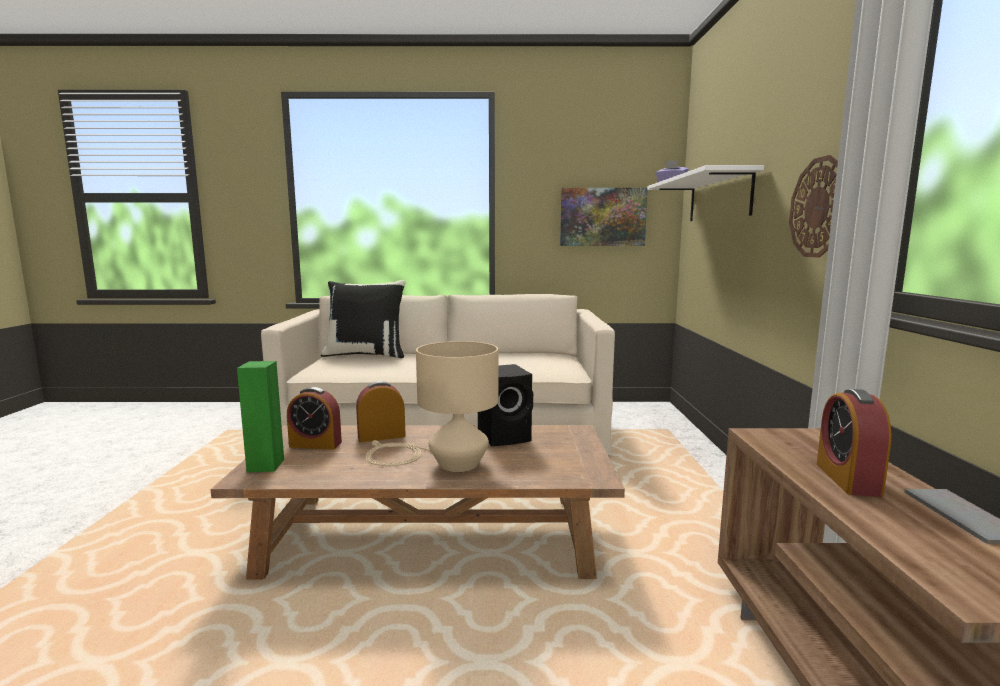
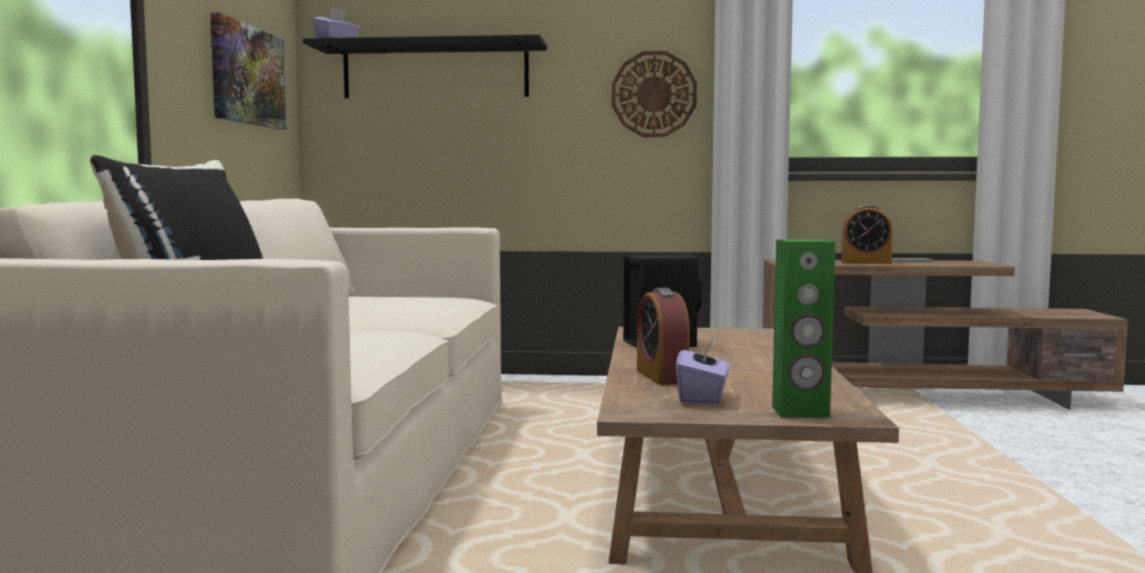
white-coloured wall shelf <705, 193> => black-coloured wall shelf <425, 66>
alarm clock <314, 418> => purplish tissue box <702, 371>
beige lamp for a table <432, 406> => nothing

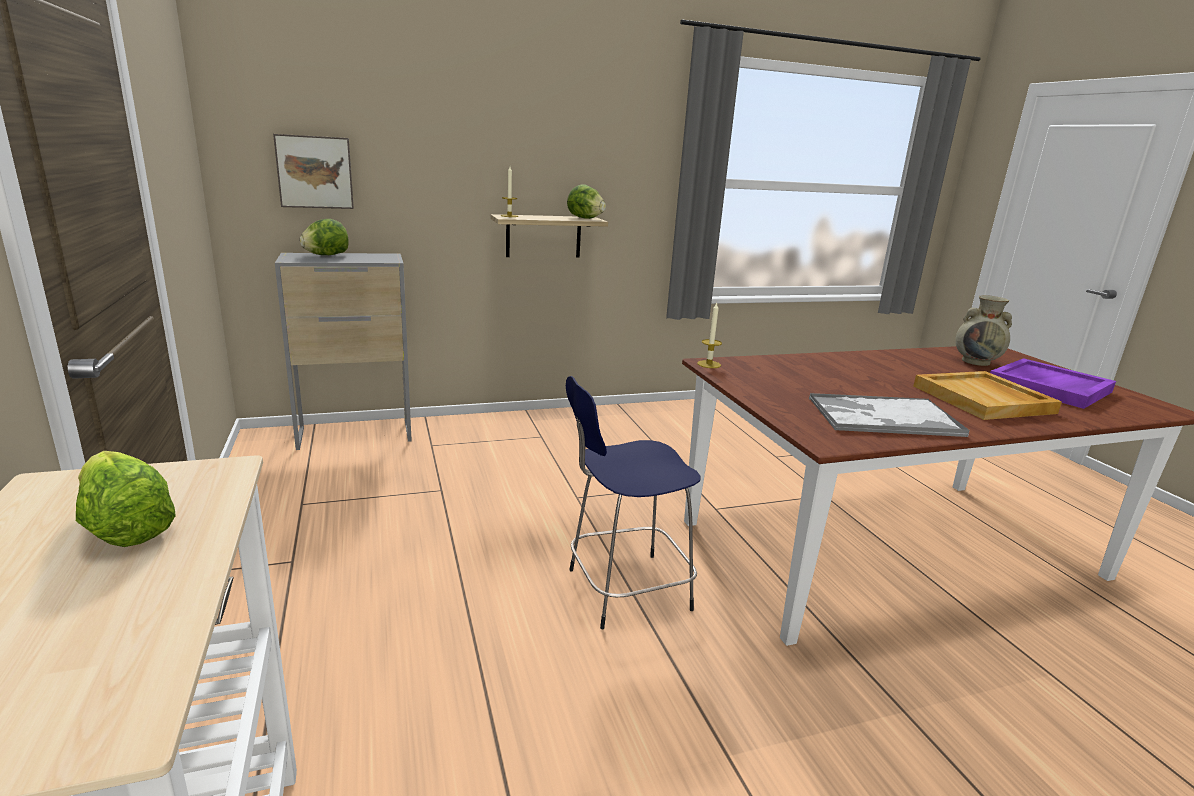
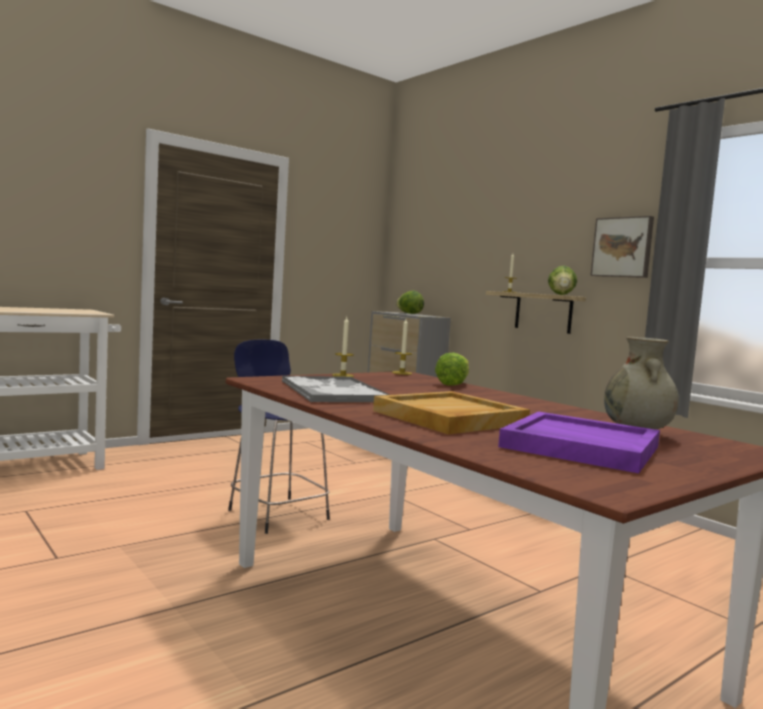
nothing => candle <343, 347>
head of lettuce <126, 499> => head of lettuce <452, 369>, relocated
picture <313, 171> => picture <622, 247>, relocated

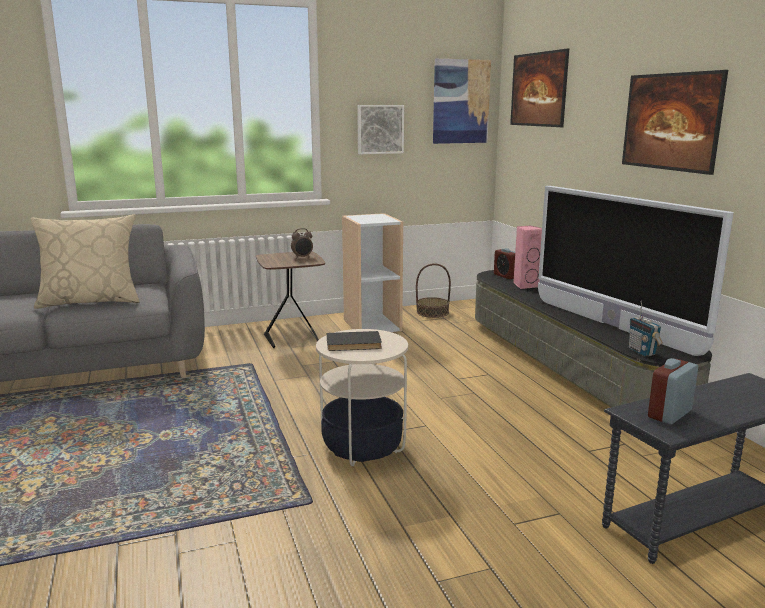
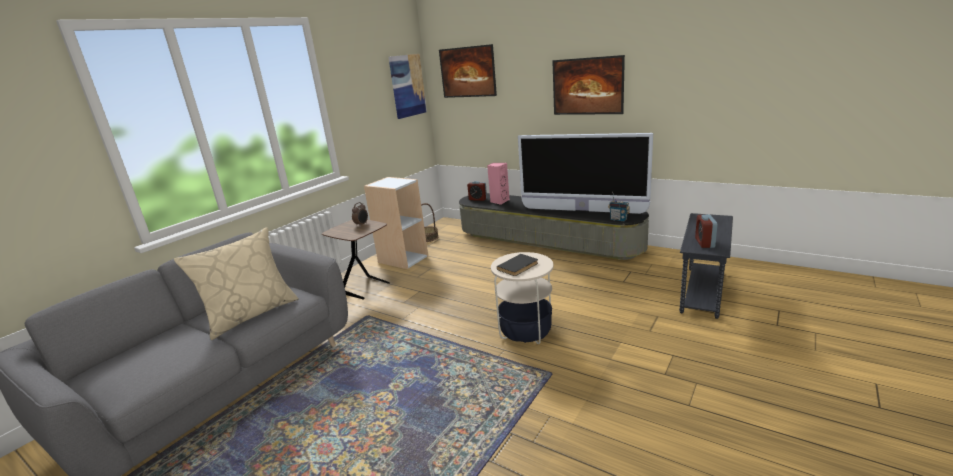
picture <380, 129> => nothing

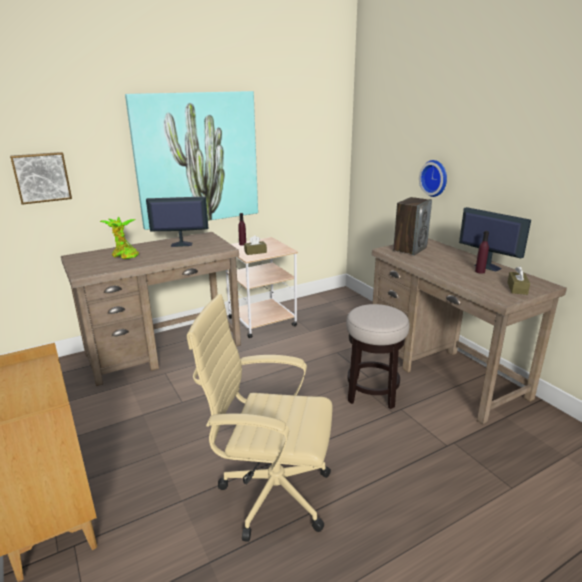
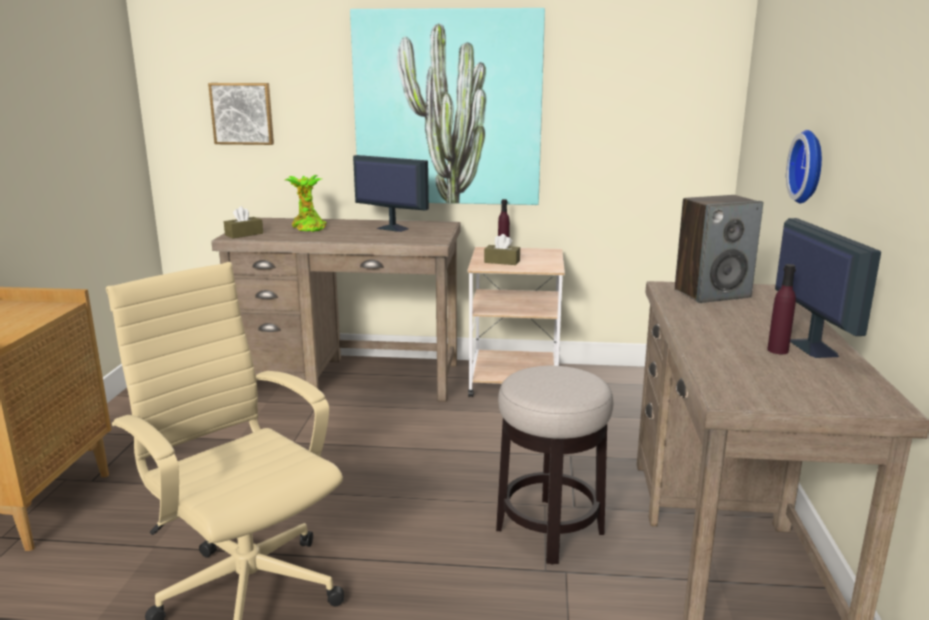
brownish tissue box <518, 280> => brownish tissue box <243, 222>, relocated

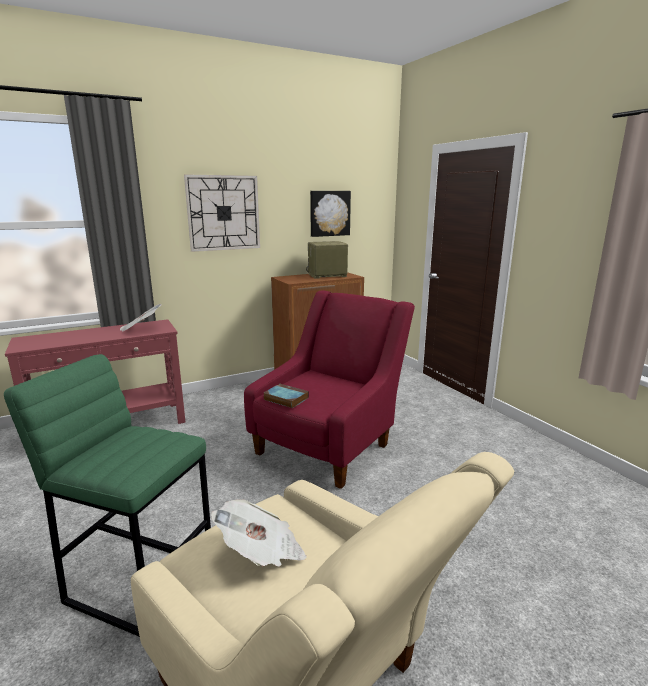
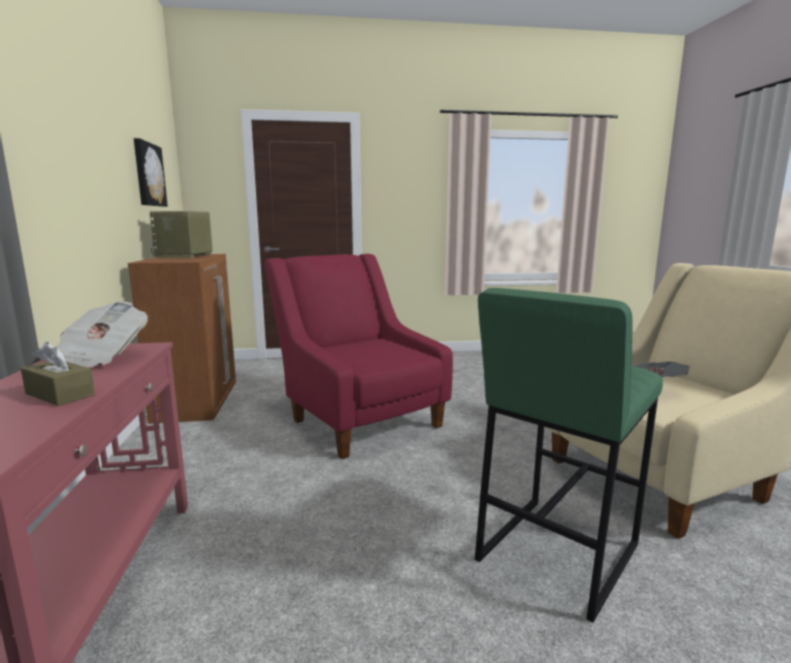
nothing => brownish tissue box <58, 374>
wall clock <222, 213> => nothing
book <286, 396> => nothing

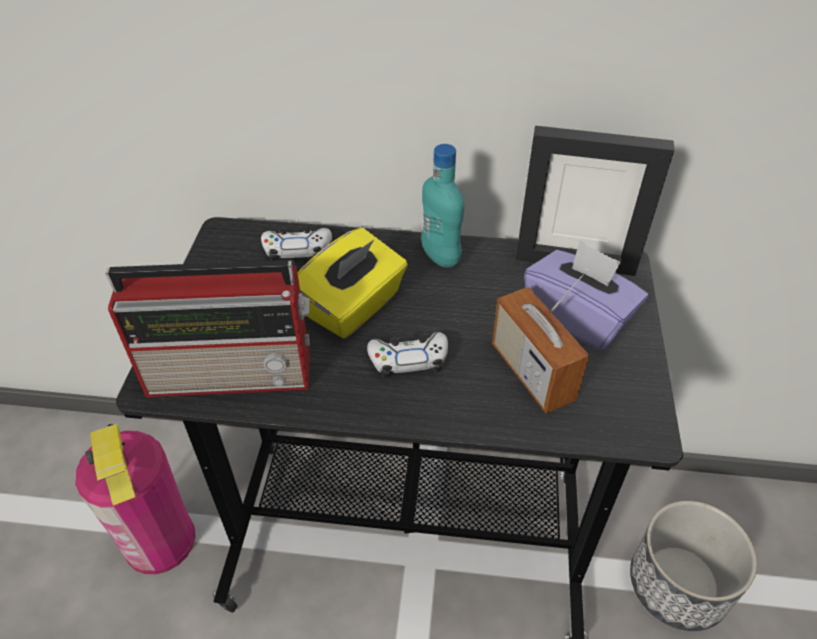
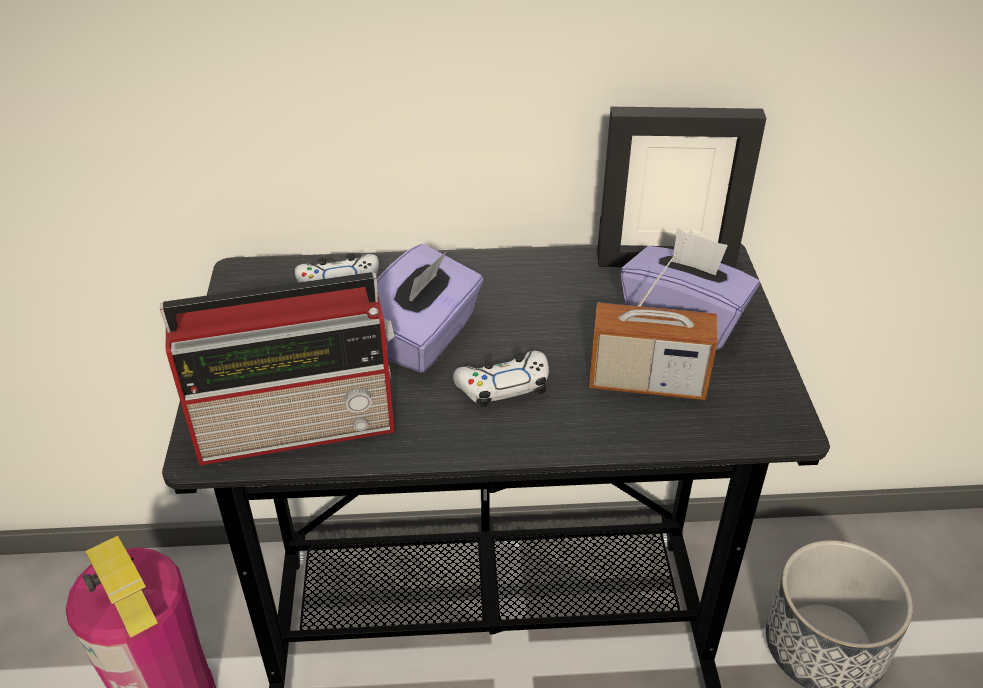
yellow tissue box <353, 283> => purplish tissue box <430, 308>
radio set <540, 341> => radio set <653, 315>, 45 degrees counterclockwise
turquoise-coloured drink bottle <442, 206> => nothing

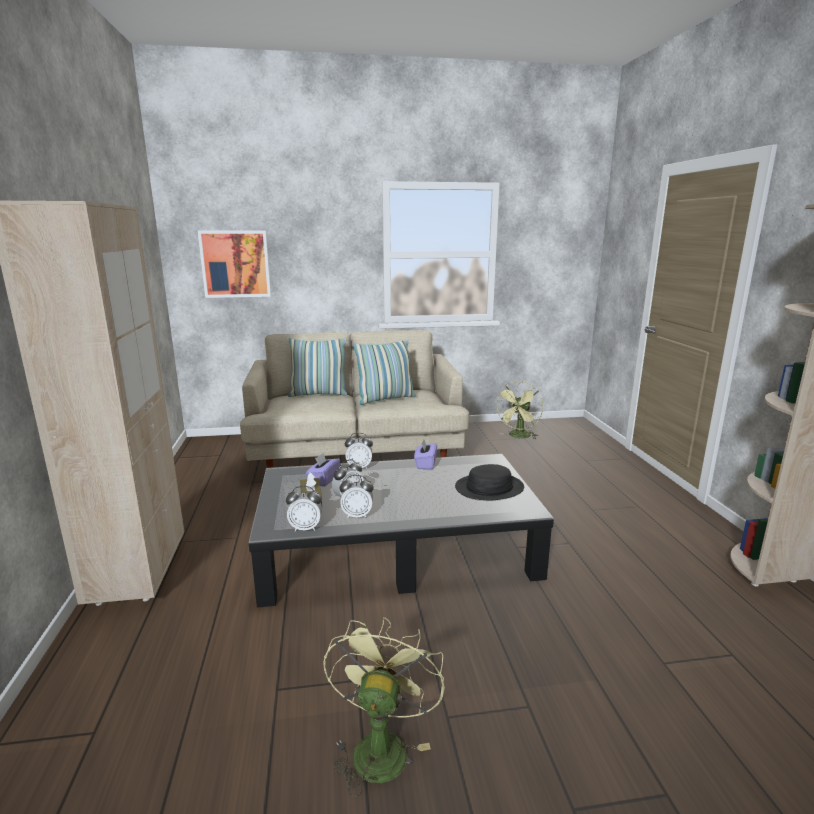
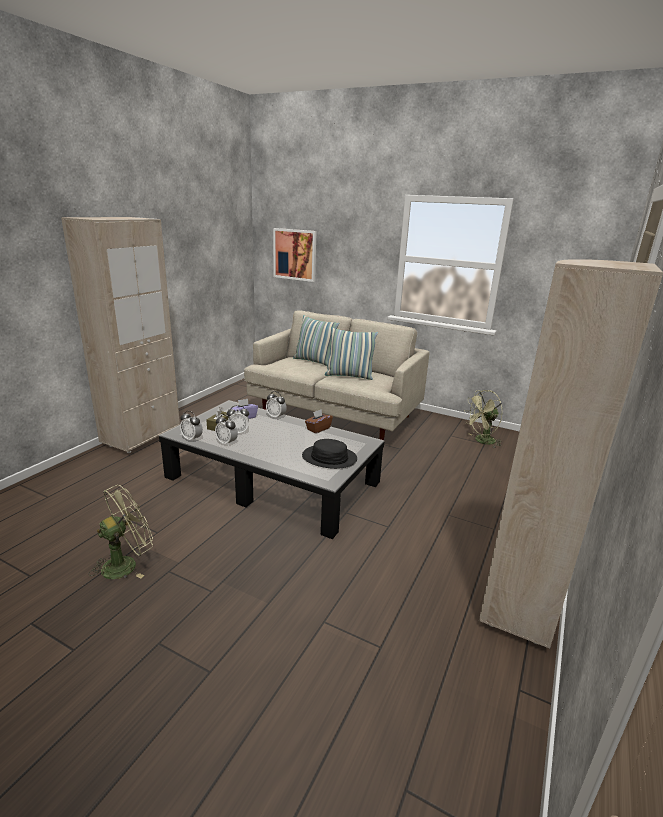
purplish tissue box <425, 455> => brownish tissue box <319, 421>

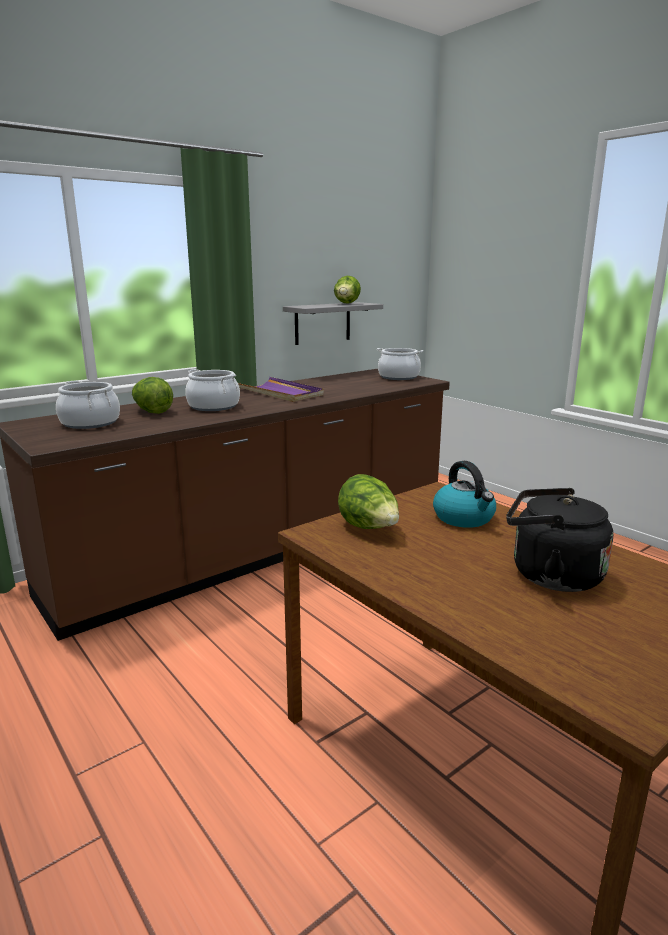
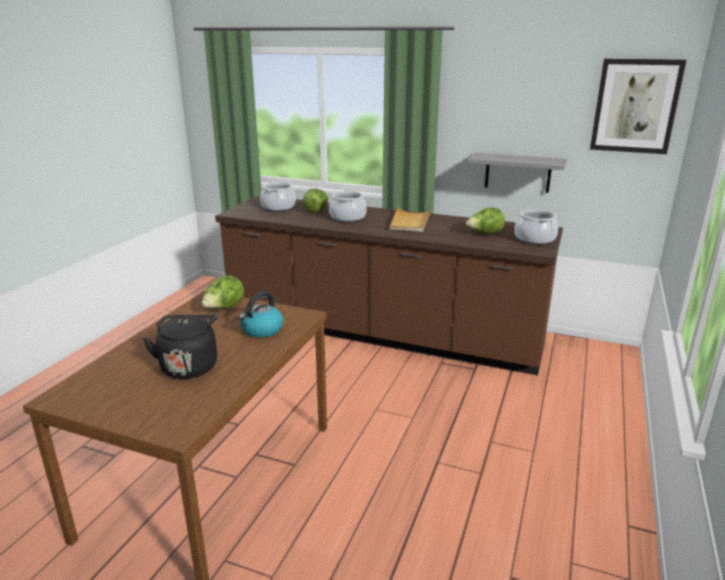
purplish carrying tray <281, 389> => beige carrying tray <411, 220>
head of lettuce <347, 290> => head of lettuce <485, 221>, relocated
nothing => picture <638, 106>

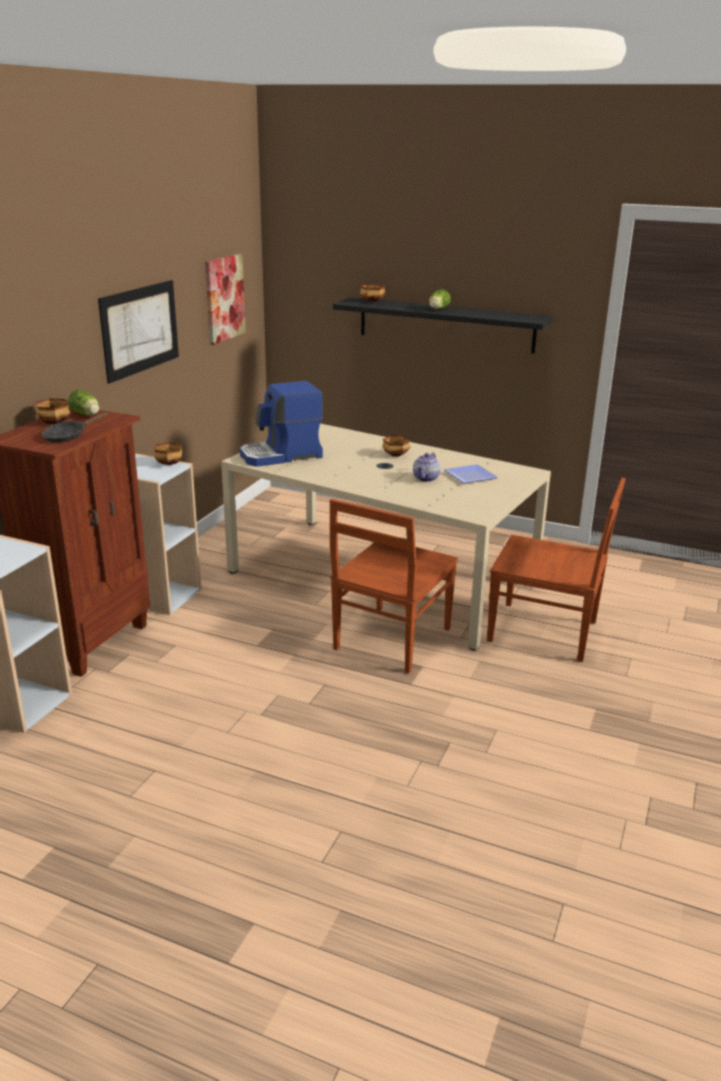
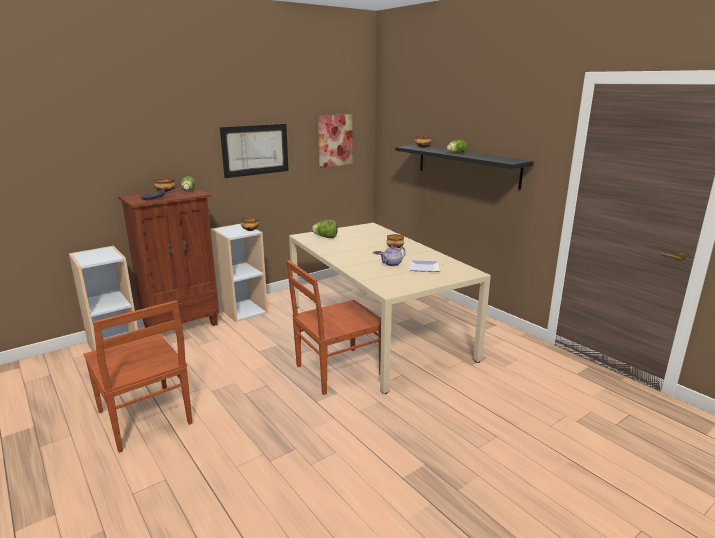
brownish chair <556, 570> => brownish chair <137, 376>, relocated
coffee machine <281, 424> => head of lettuce <325, 229>

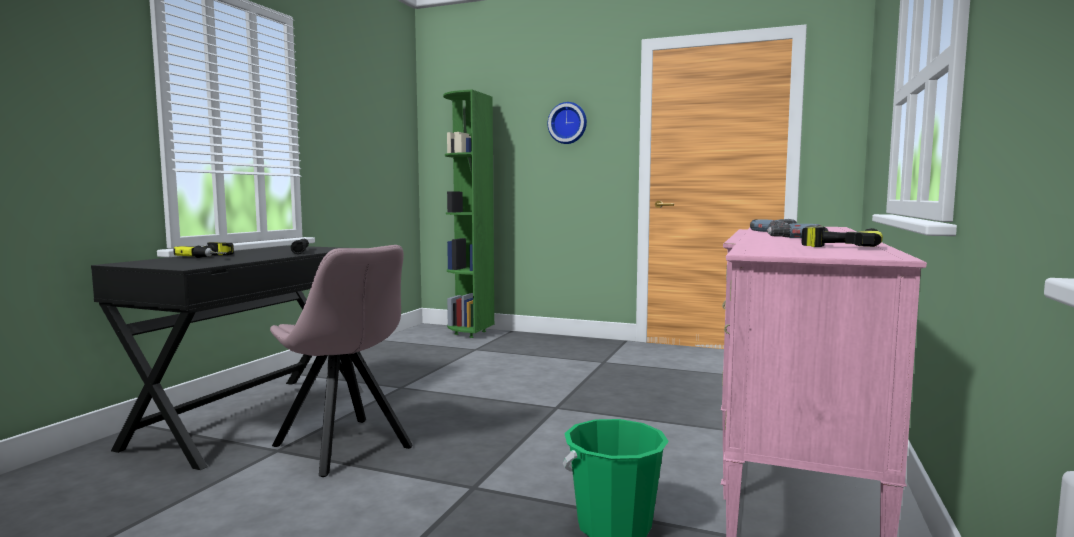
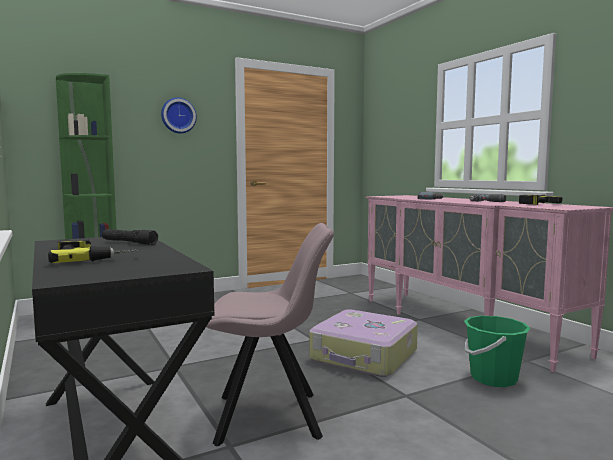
nothing => piece of luggage <363, 343>

